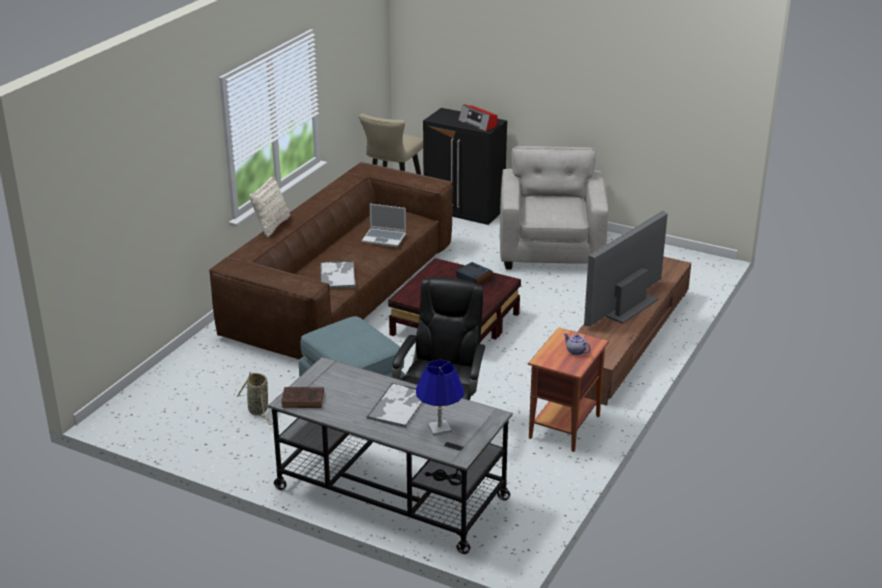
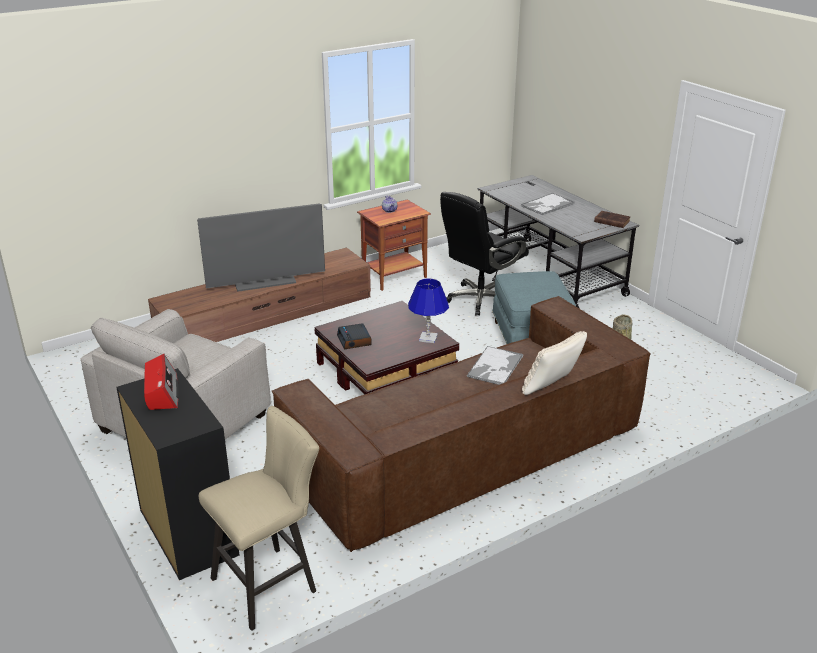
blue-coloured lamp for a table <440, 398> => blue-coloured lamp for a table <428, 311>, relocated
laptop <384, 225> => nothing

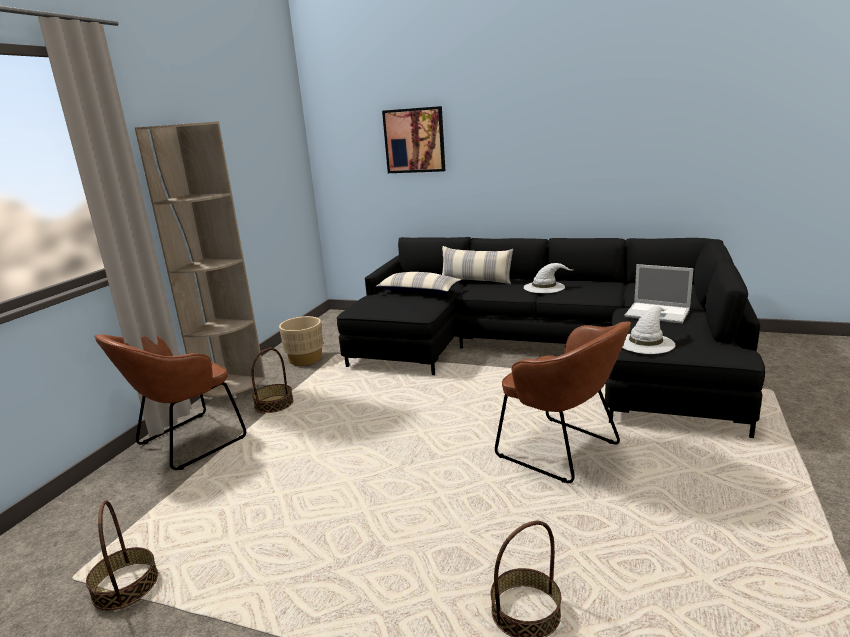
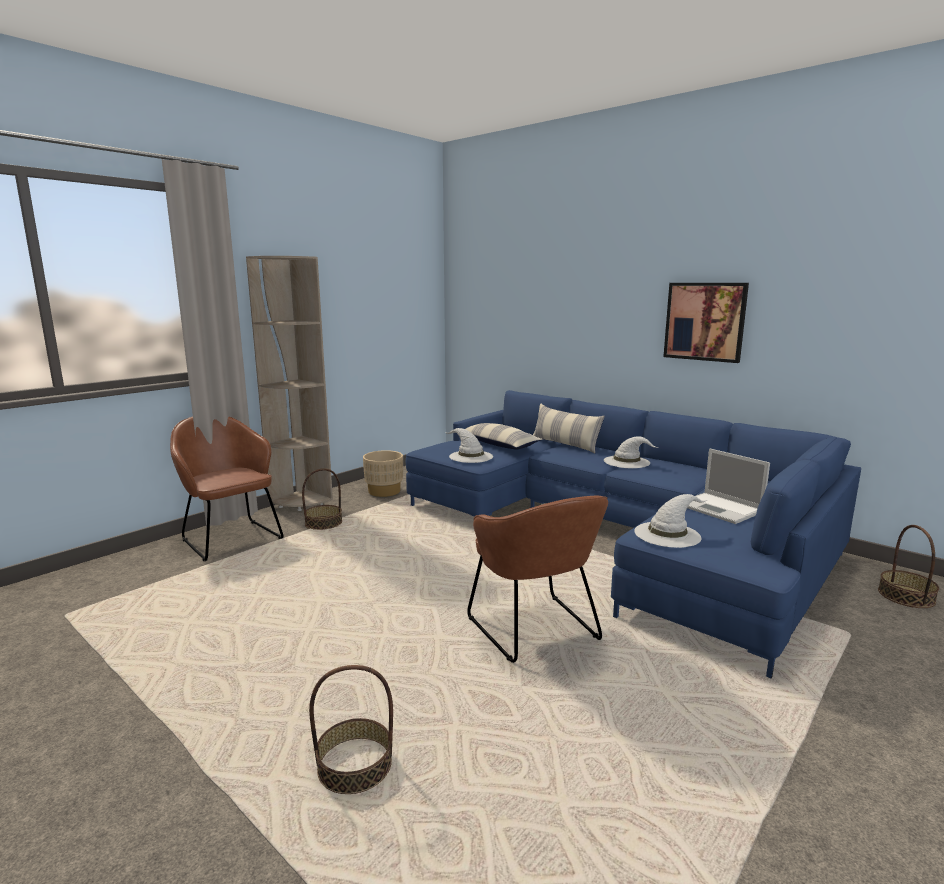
brownish easy chair <170, 402> => brownish easy chair <226, 489>, 75 degrees clockwise
black-coloured settee <551, 337> => blue-coloured settee <633, 534>
nothing => white-coloured clothing hat <469, 445>
picture <414, 139> => picture <706, 323>, relocated
storage basket <122, 555> => storage basket <908, 566>, relocated

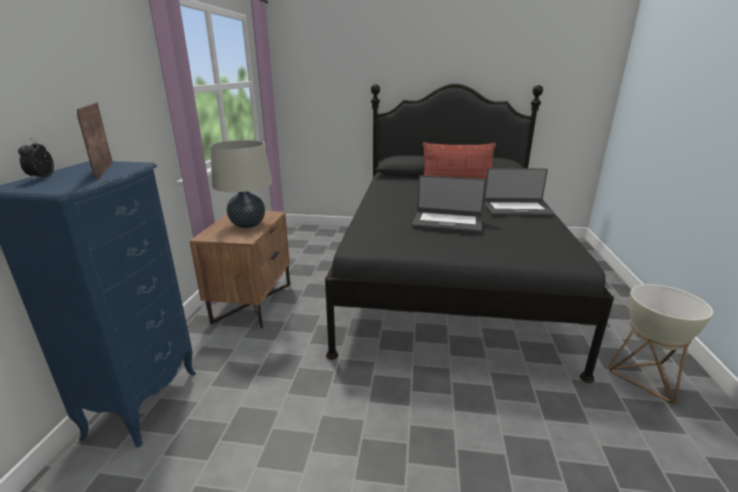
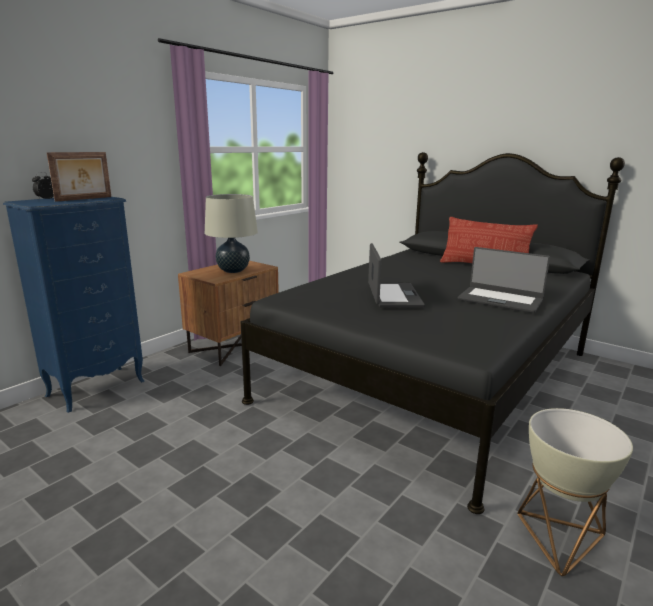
picture frame <95, 141> => picture frame <79, 177>, 150 degrees counterclockwise
laptop <449, 203> => laptop <396, 275>, 135 degrees counterclockwise

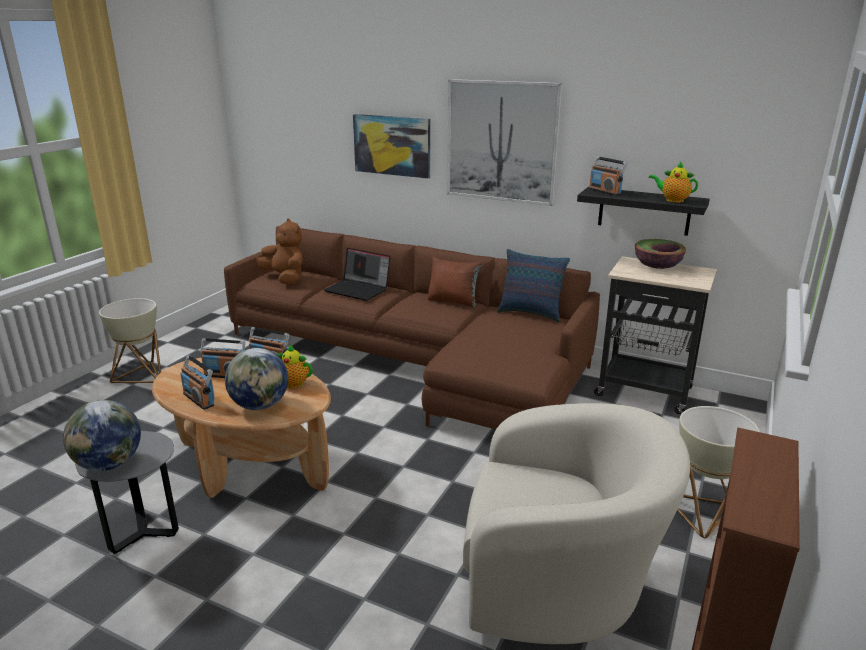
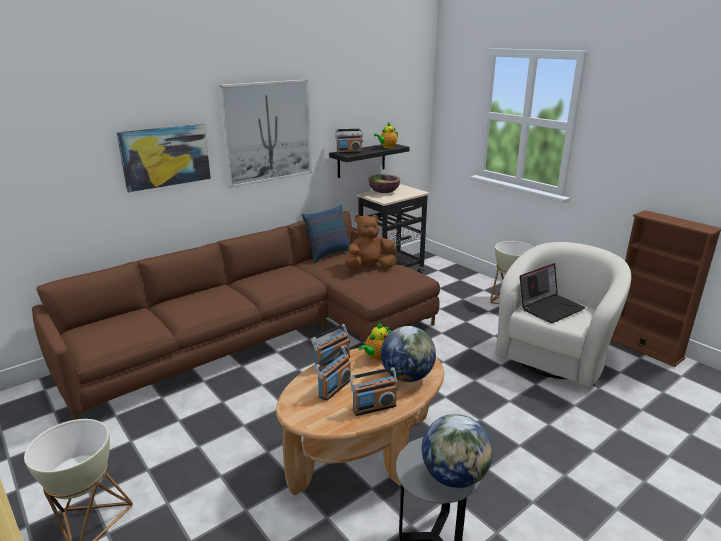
brownish soft toy <279, 251> => brownish soft toy <370, 241>, relocated
laptop <357, 274> => laptop <553, 293>, relocated
brownish throw pillow <454, 282> => nothing

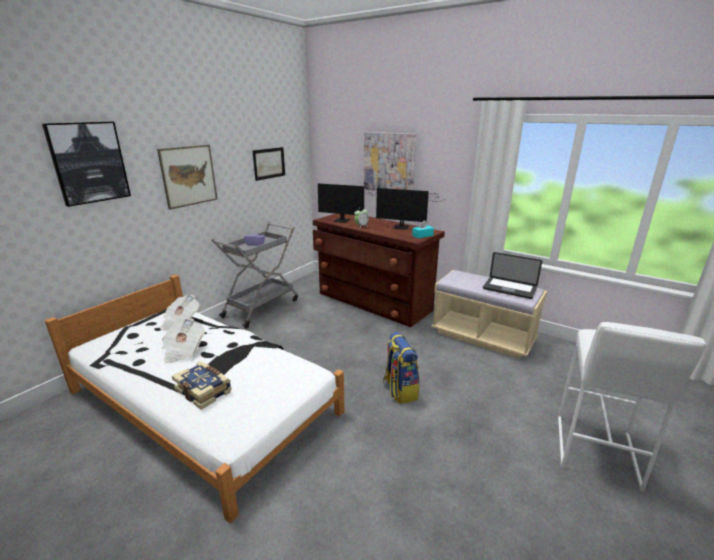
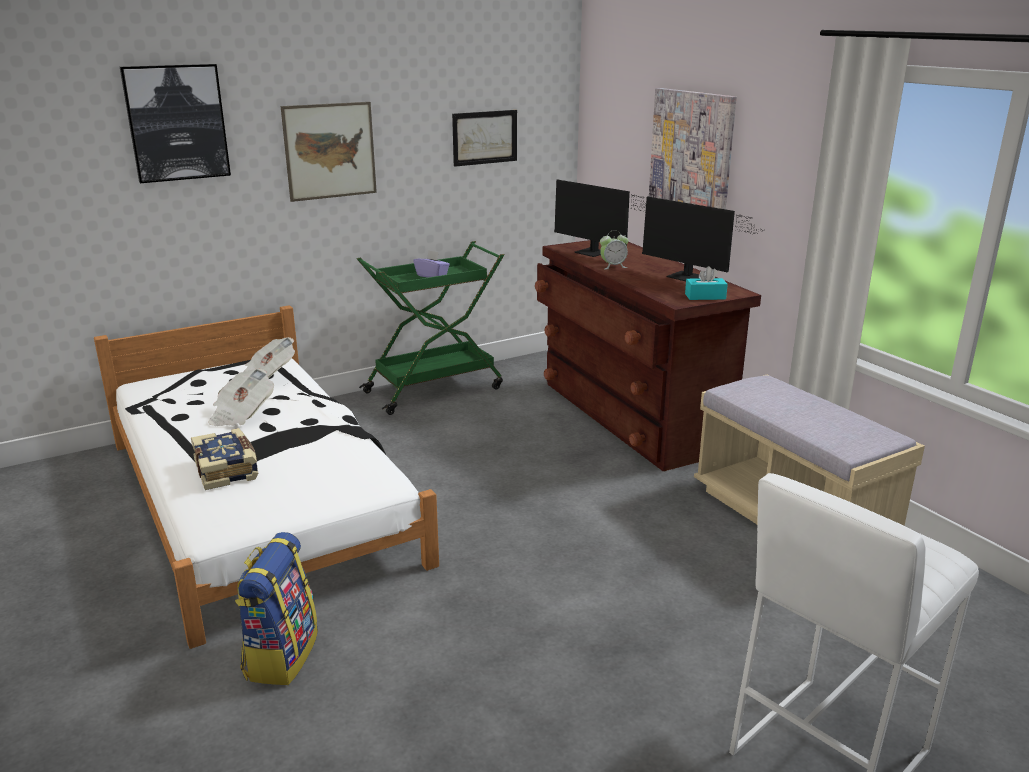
rucksack <401, 368> => rucksack <276, 608>, relocated
gray cart <255, 275> => green cart <430, 328>
laptop <512, 275> => nothing

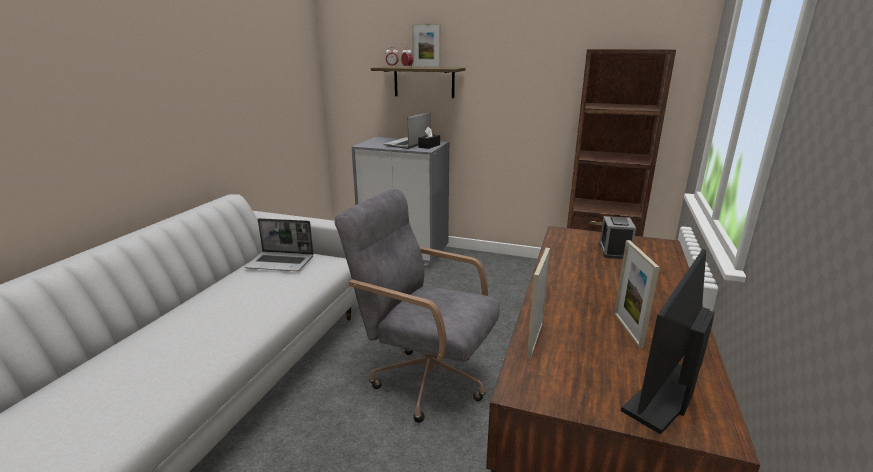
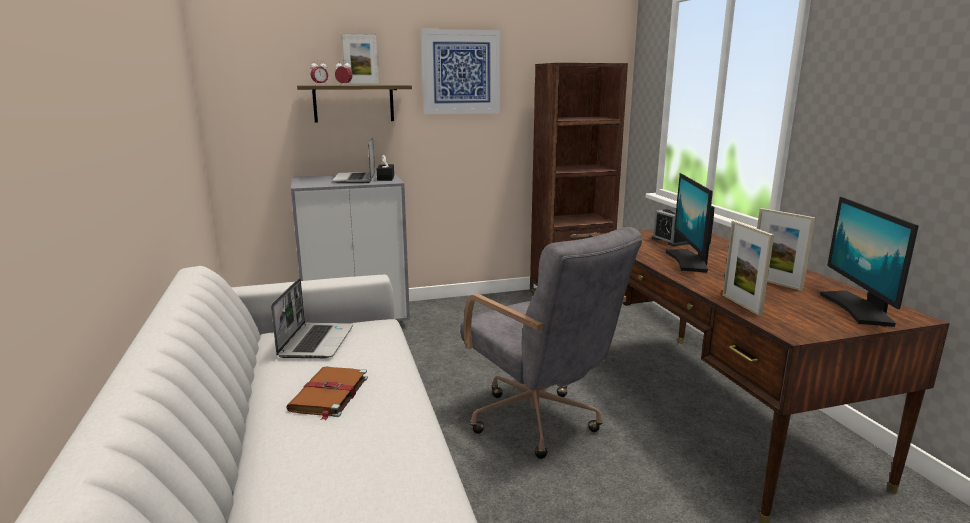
laptop <279, 244> => laptop <312, 318>, 60 degrees counterclockwise
nothing => brownish book <327, 393>
nothing => picture <461, 71>
gray office chair <417, 306> => gray office chair <551, 343>, 120 degrees counterclockwise
nothing => computer display <689, 222>

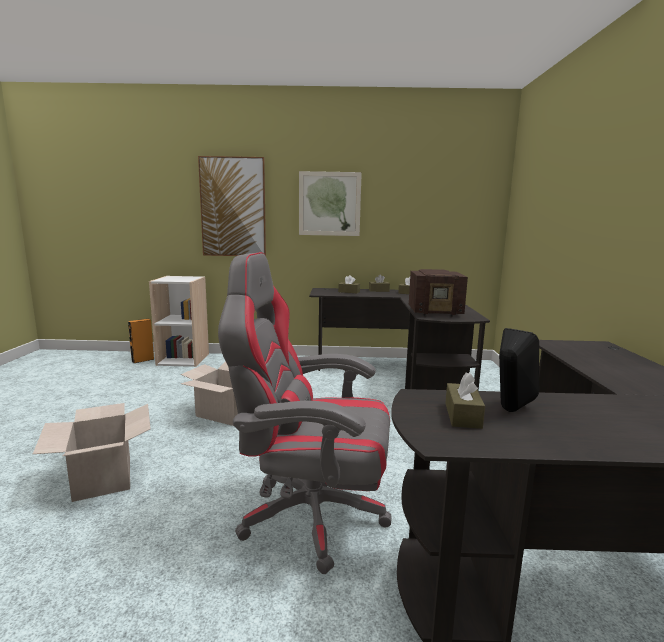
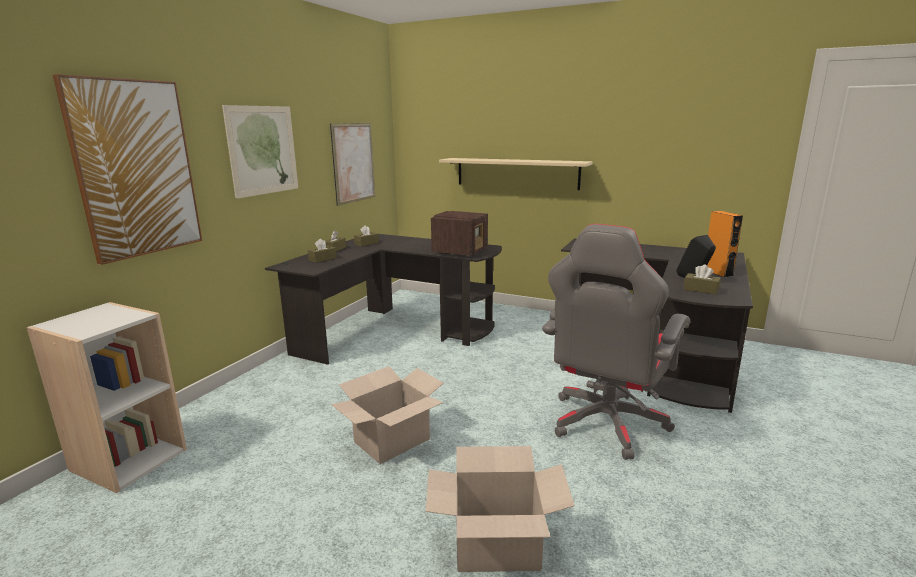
nothing => picture <352, 164>
nothing => beige wall shelf <516, 174>
orange-coloured speaker <141, 341> => orange-coloured speaker <725, 244>, relocated

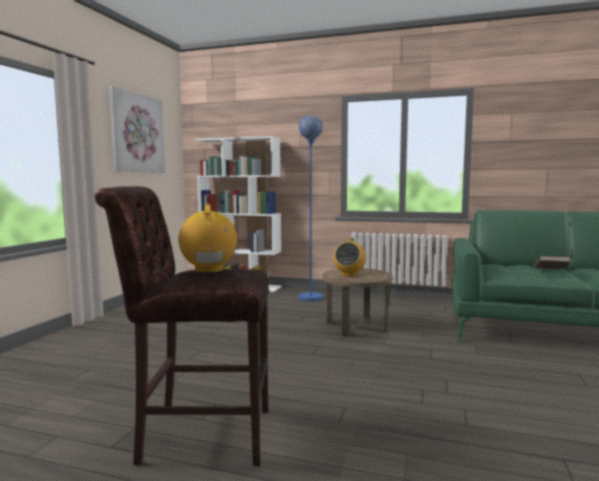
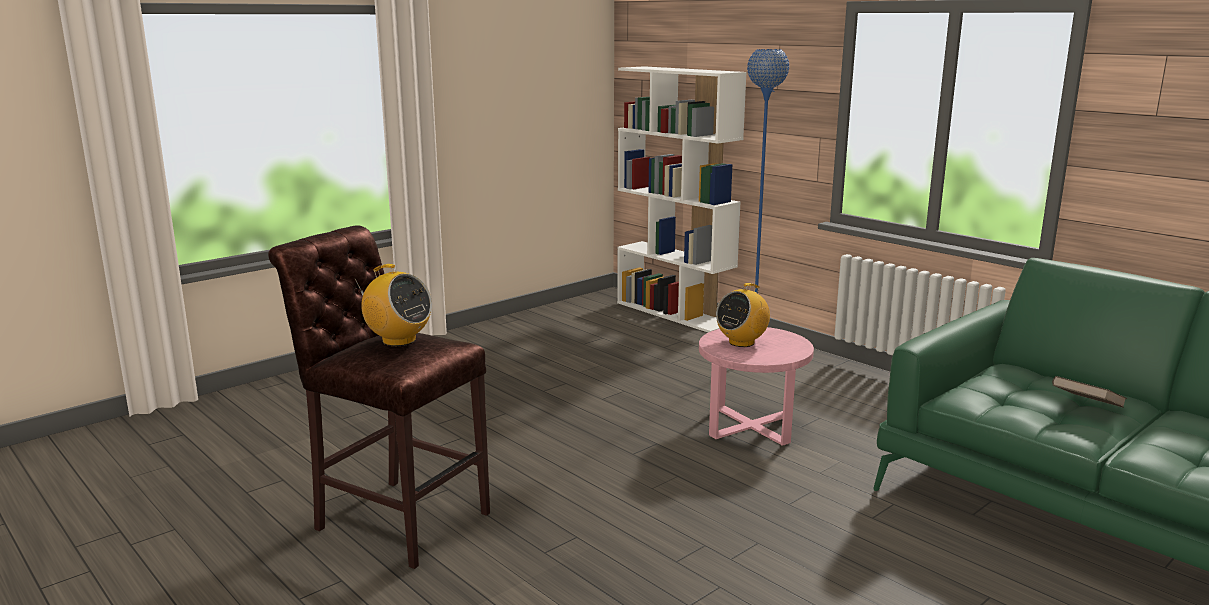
radio set <207, 239> => radio set <393, 305>, 105 degrees clockwise
brownish side table <357, 302> => pink-coloured side table <756, 386>
picture <137, 129> => nothing

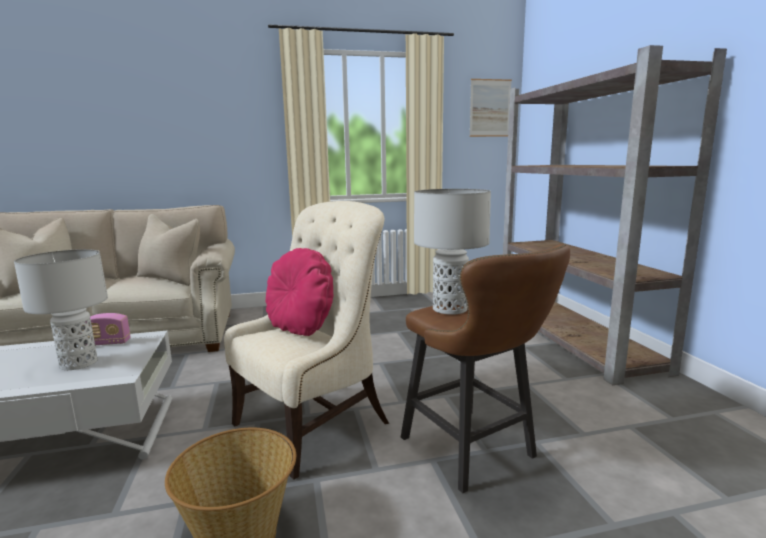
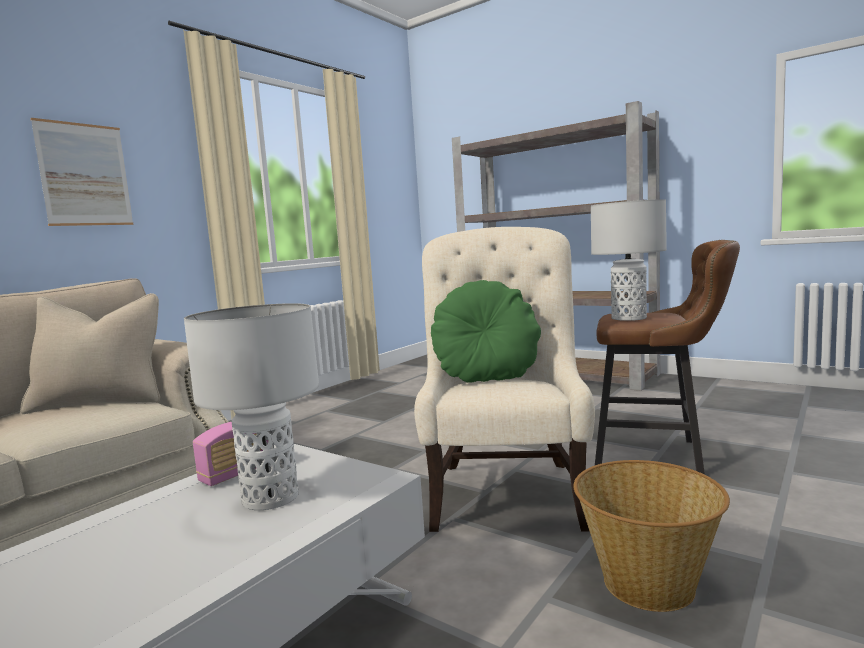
picture <490, 108> => picture <82, 172>, relocated
pink-coloured throw pillow <299, 292> => green throw pillow <486, 331>

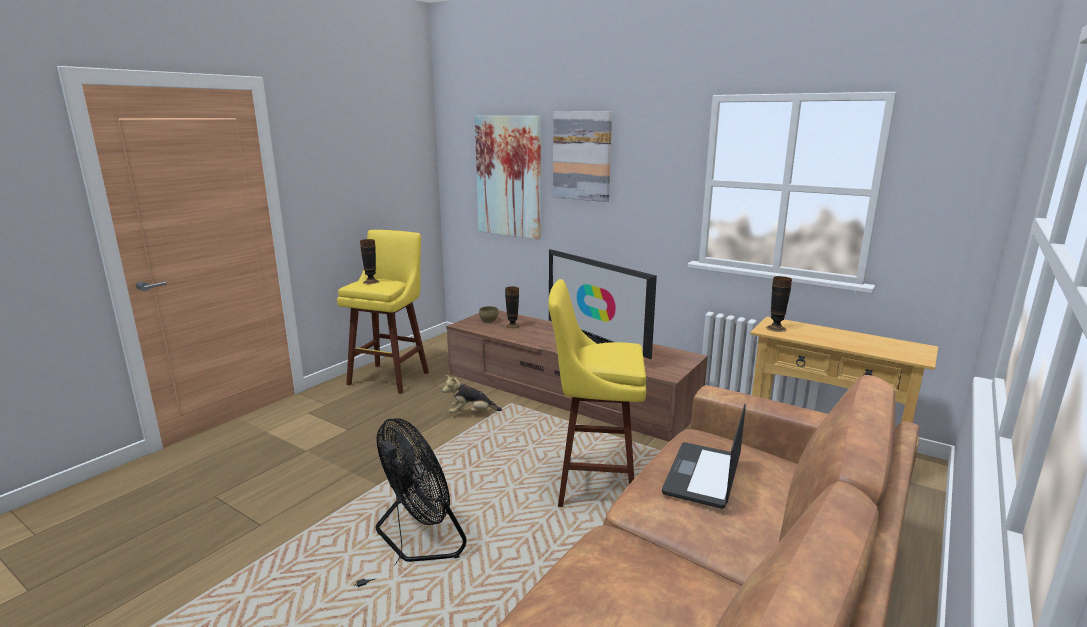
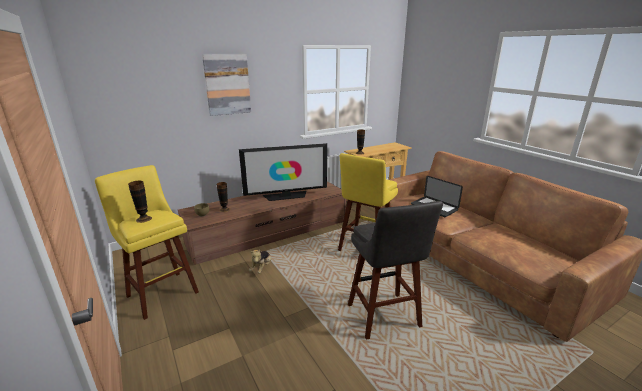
black-coloured cooling fan <410, 502> => gray stool seat <395, 270>
picture <508, 177> => nothing

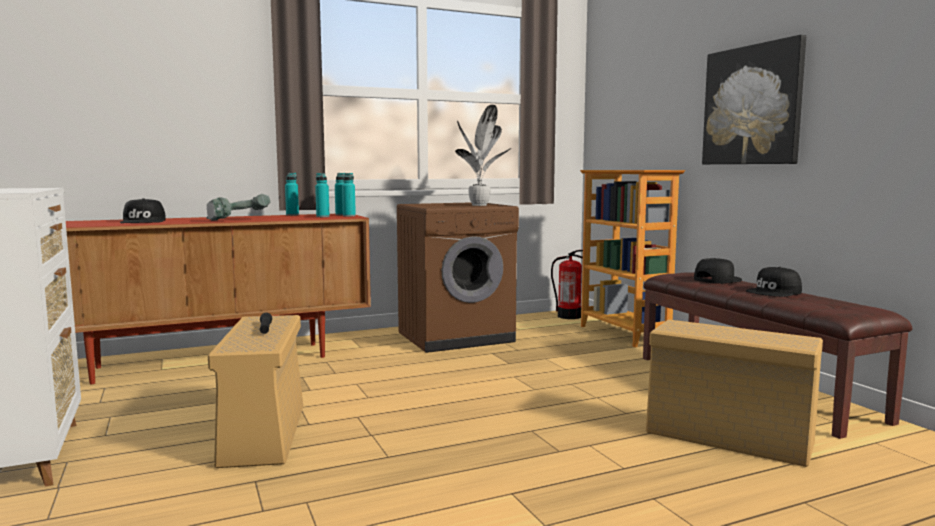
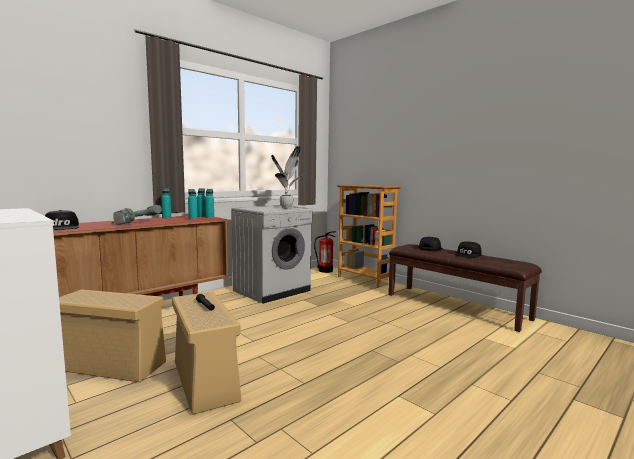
beige storage box <734, 393> => beige storage box <112, 335>, relocated
brownish laundry appliance <458, 277> => white-coloured laundry appliance <272, 254>
picture <754, 99> => nothing

